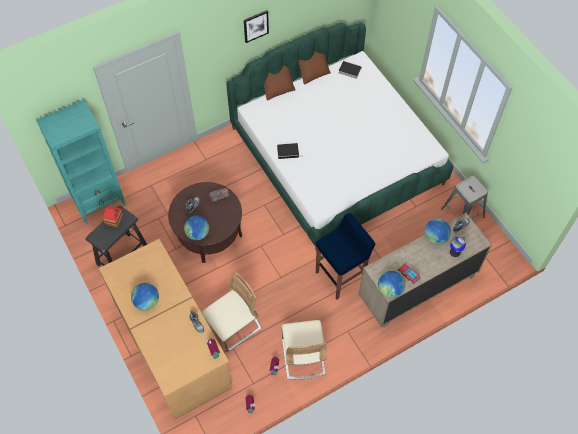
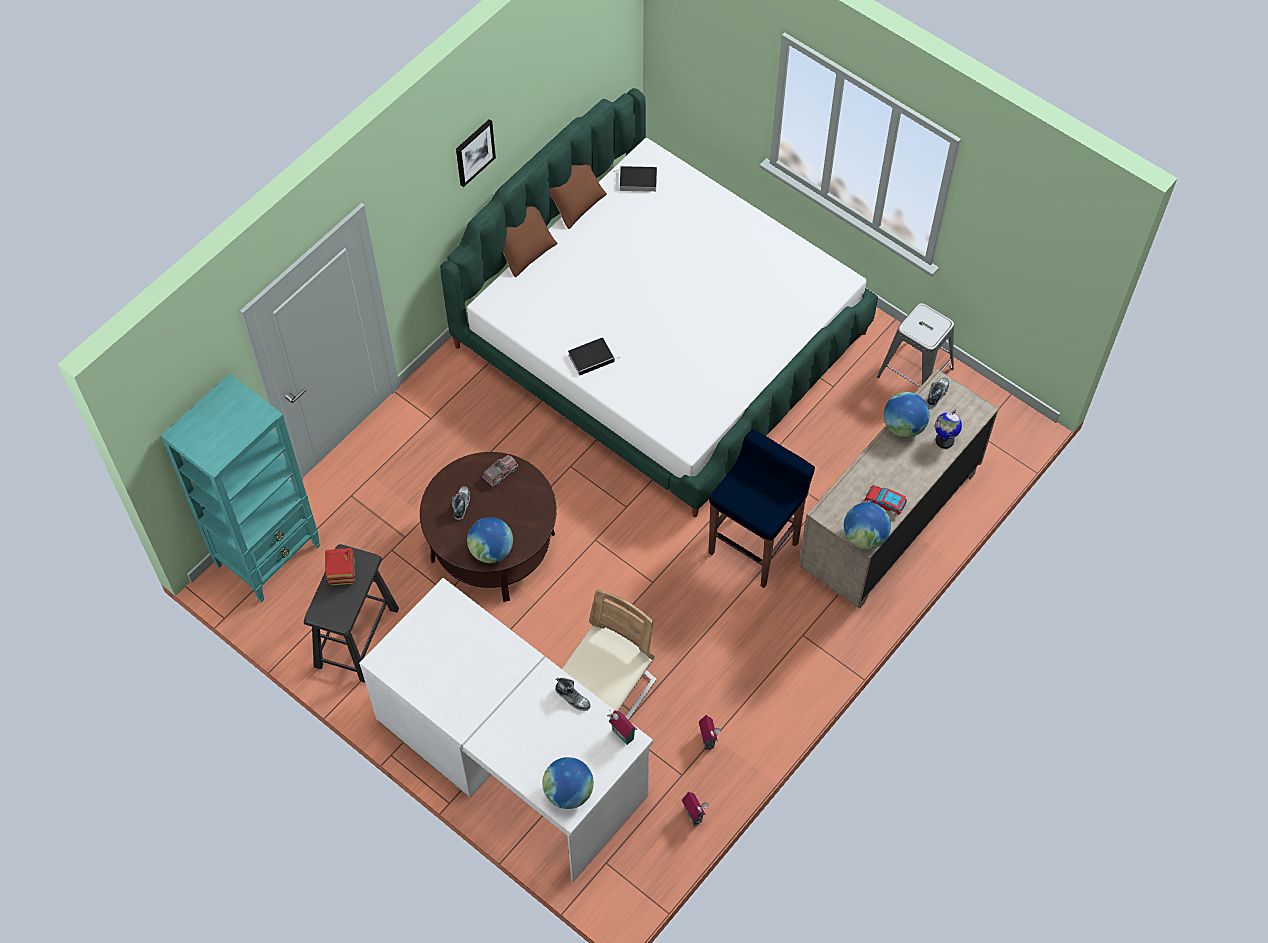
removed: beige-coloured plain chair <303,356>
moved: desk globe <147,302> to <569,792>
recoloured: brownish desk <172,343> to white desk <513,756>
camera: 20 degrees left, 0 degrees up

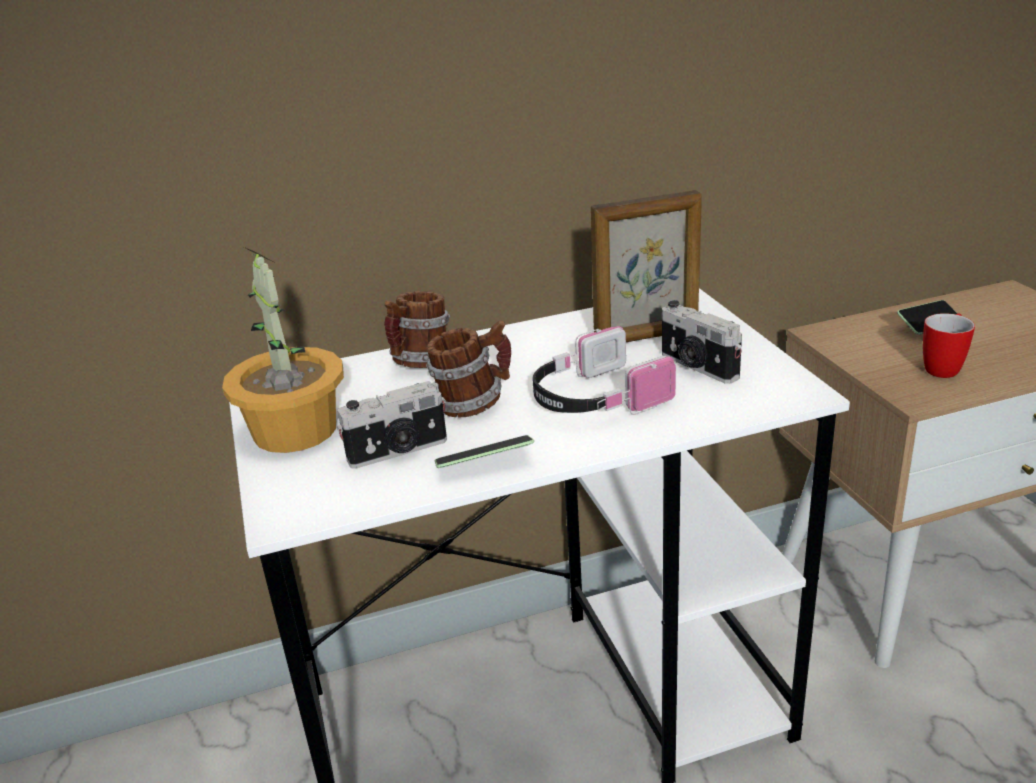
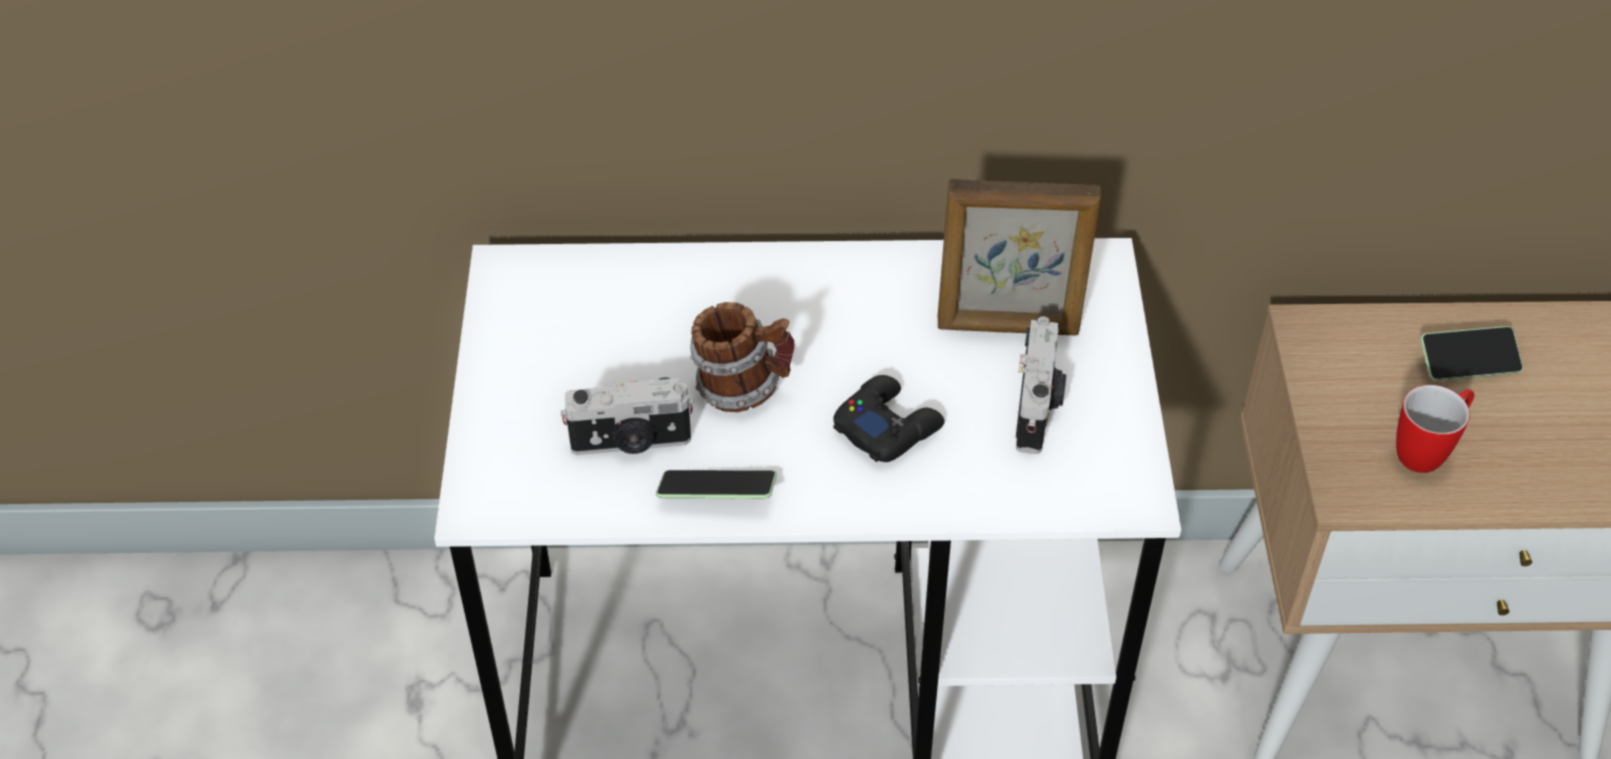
removed: houseplant <293,431>; tea mug <420,363>
replaced: headphones <595,399> to black-coloured gamepad <887,426>
turned: photo camera <697,367> = <1037,408> 150 degrees counterclockwise
camera: 15 degrees right, 20 degrees up

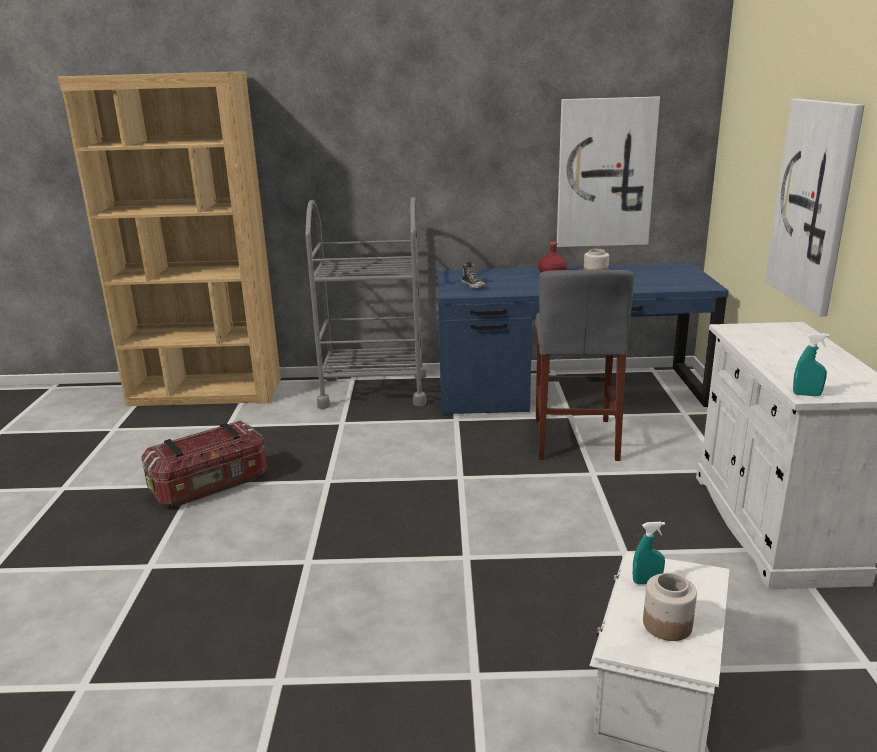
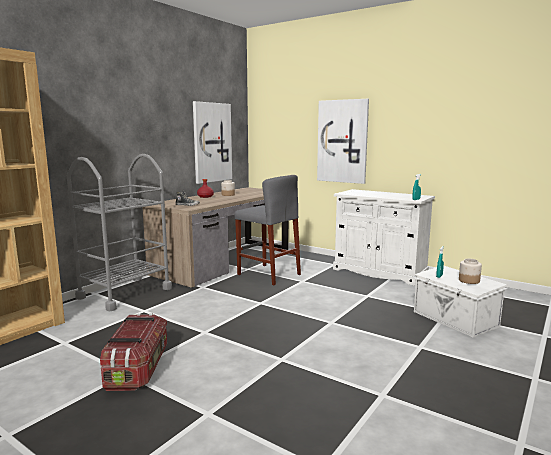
recoloured: blue desk <568,391> to brownish desk <224,262>
camera: 55 degrees left, 10 degrees down

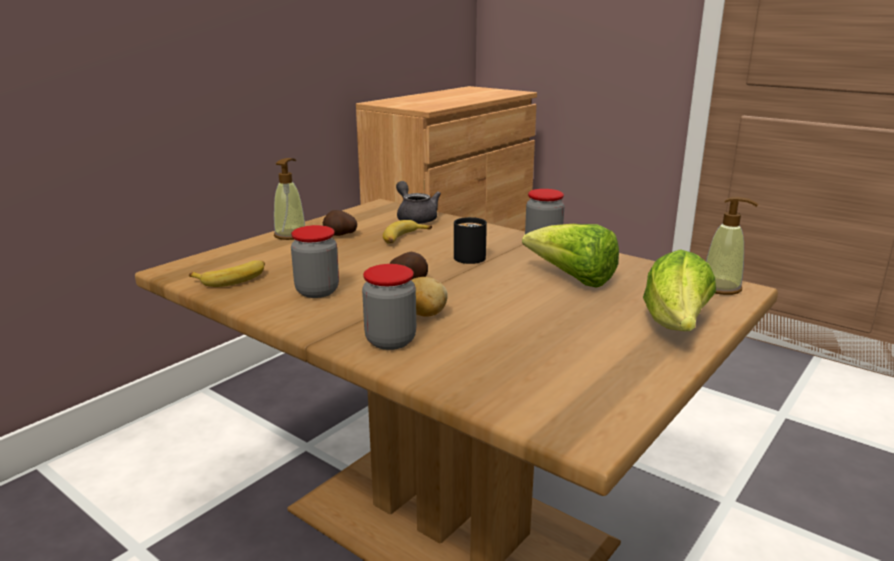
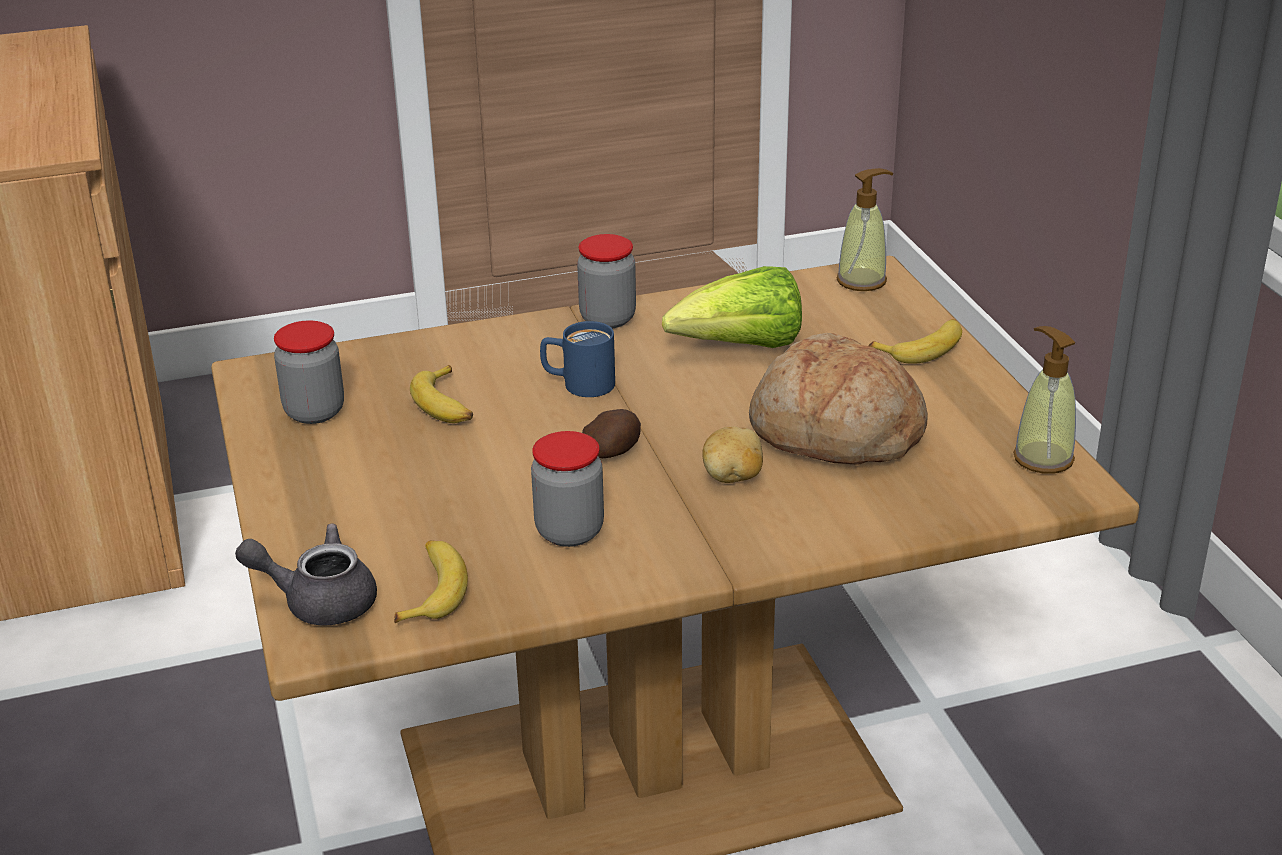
removed: spud <340,235>
added: baked bread <835,432>
moved: liquid soap bottle <290,235> to <1042,458>; gray teapot <415,218> to <318,600>; storage jar <390,341> to <314,412>
replaced: head of lettuce <676,327> to banana <922,348>
recoloured: black-coloured tea mug <465,256> to blue tea mug <578,384>
camera: 55 degrees left, 10 degrees up

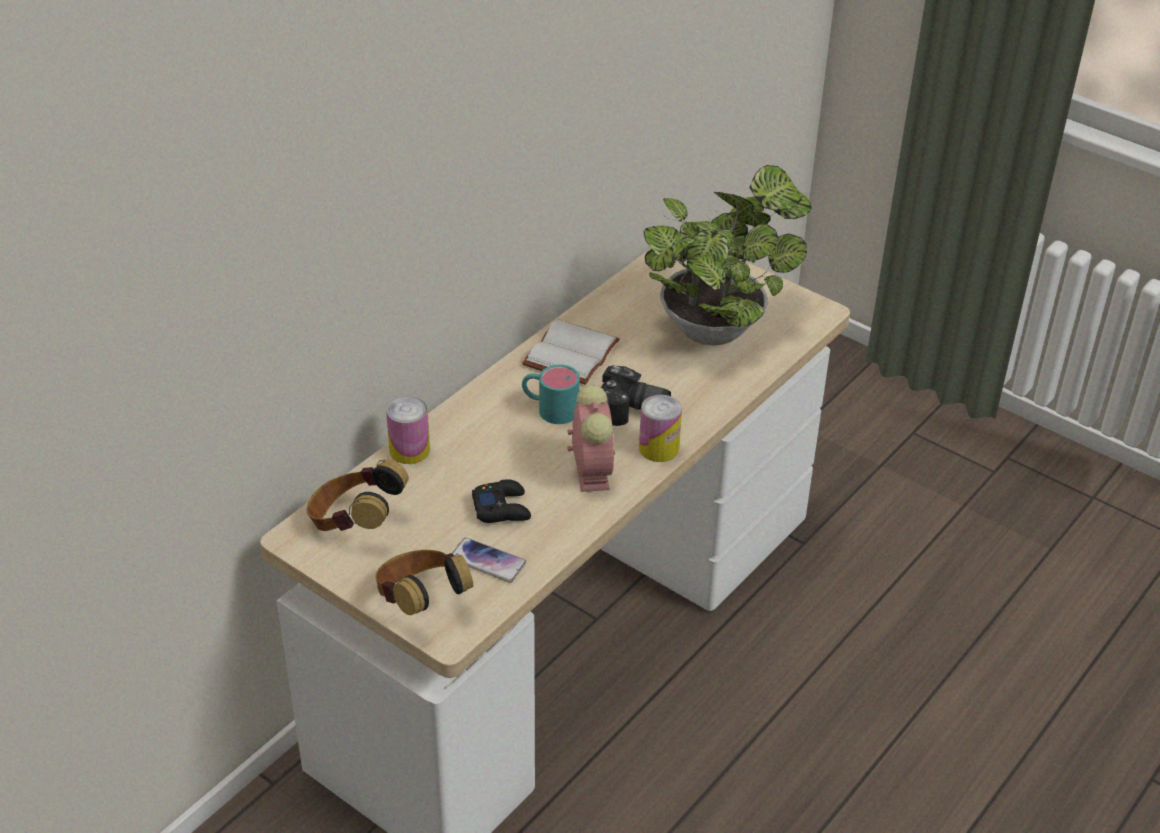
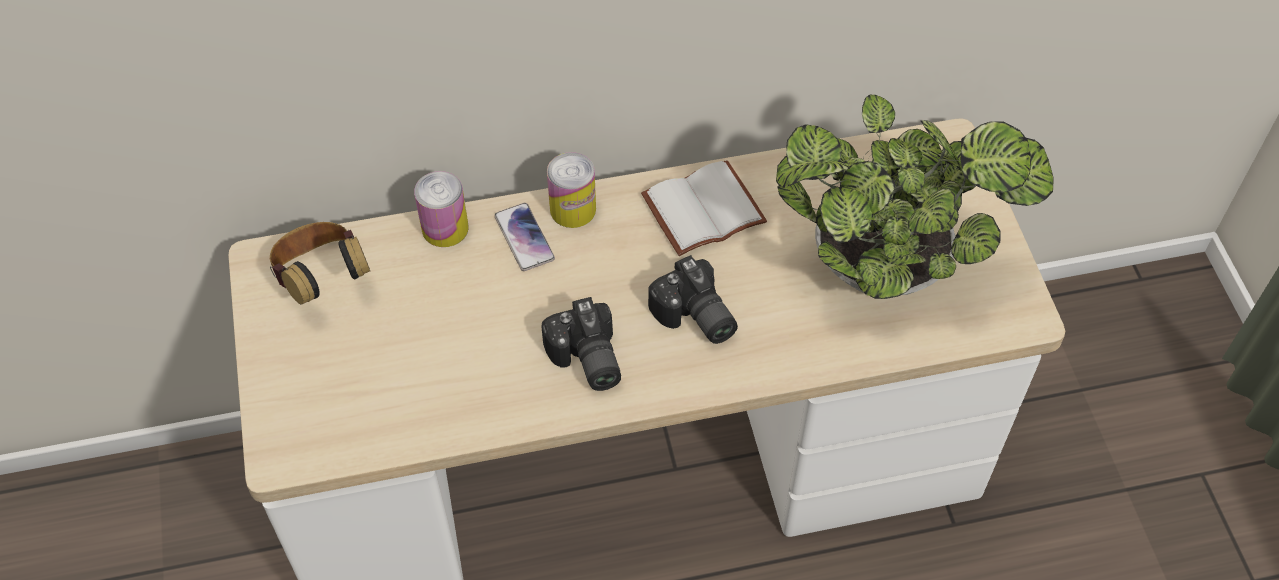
removed: blue-green tea mug <549,408>; black-coloured gamepad <502,508>; headphones <421,602>
moved: can <658,448> to <573,209>; telephone <487,561> to <524,237>
replaced: table clock <590,470> to photo camera <585,360>
camera: 40 degrees right, 15 degrees up

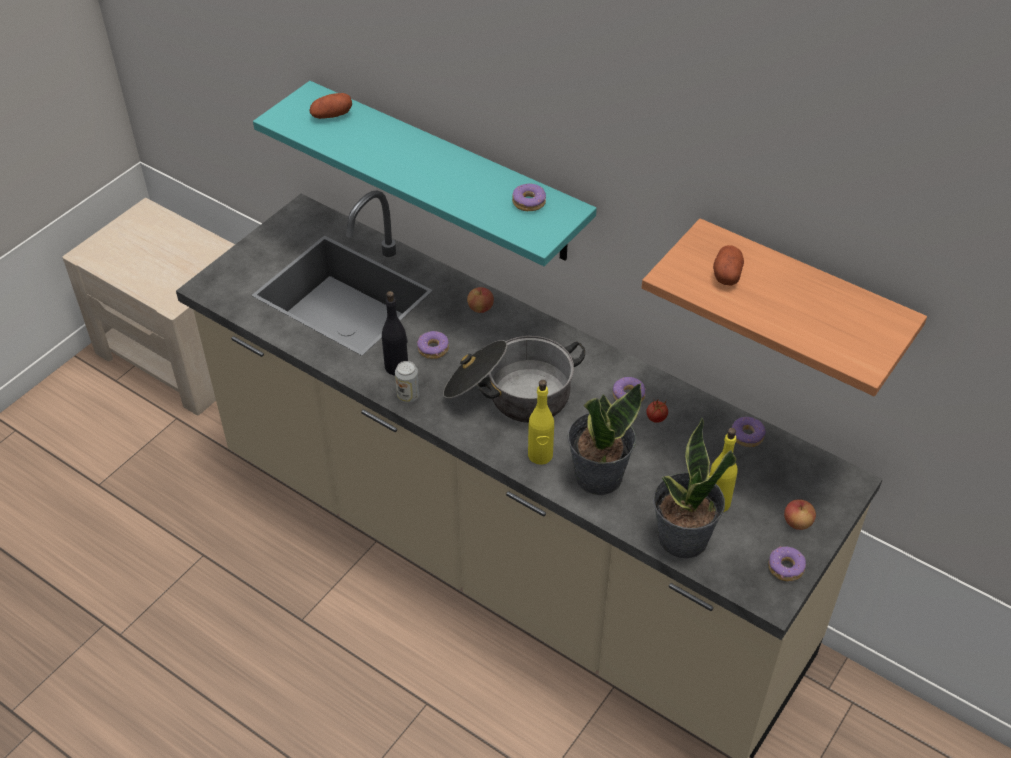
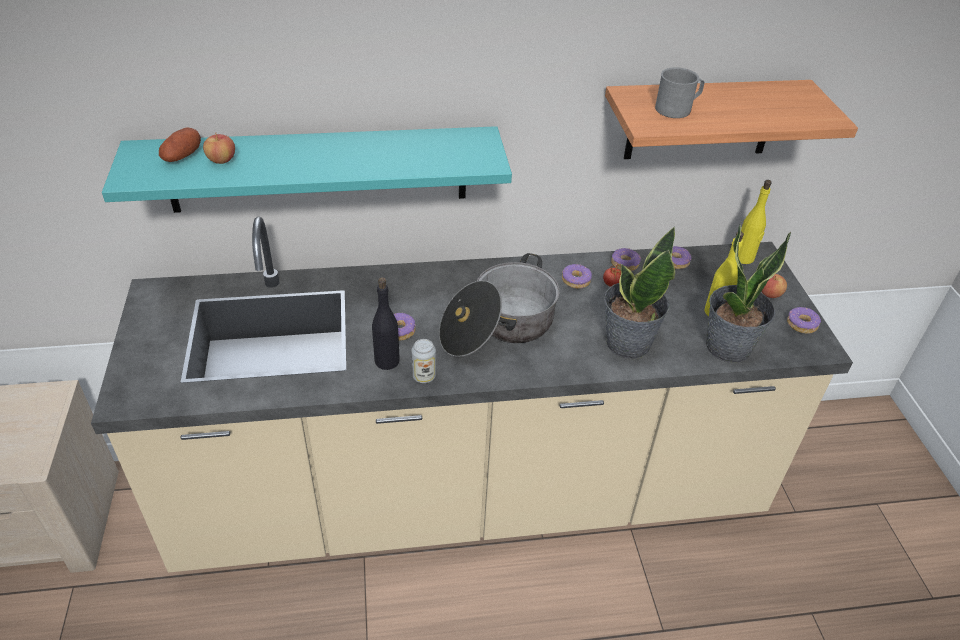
moved: donut <529,202> to <624,264>; whole apple <480,308> to <221,160>; yellow beverage bottle <540,455> to <743,258>
replaced: spud <726,274> to gray tea mug <677,108>
camera: 45 degrees left, 5 degrees down

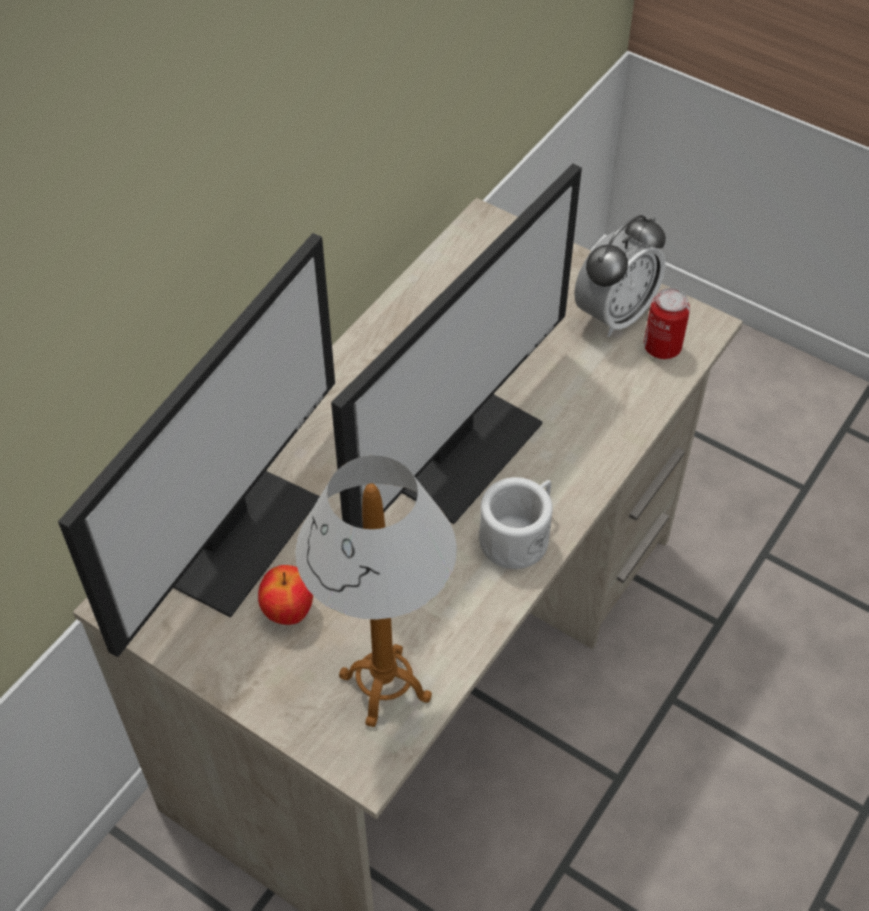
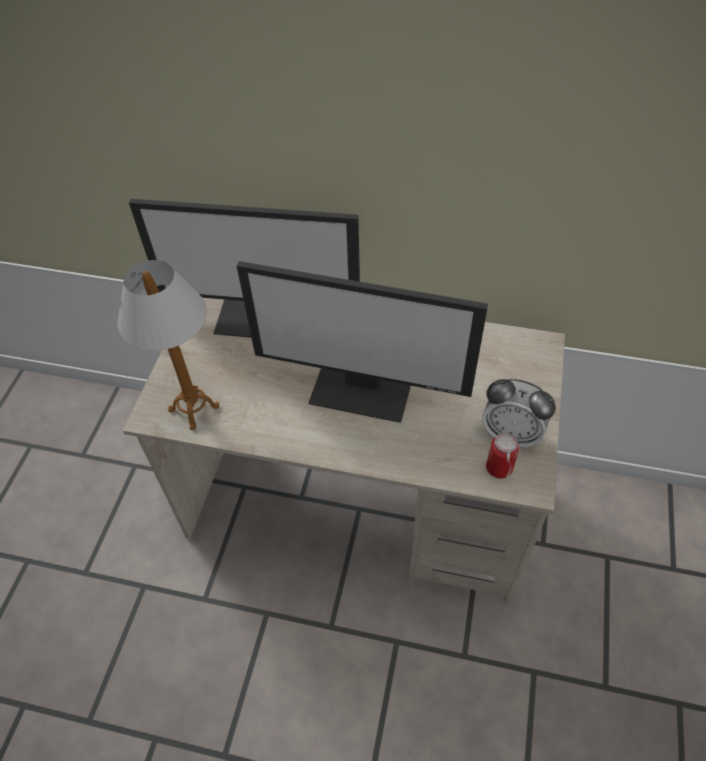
removed: white tea mug <519,536>; whole apple <288,612>
camera: 70 degrees right, 0 degrees up

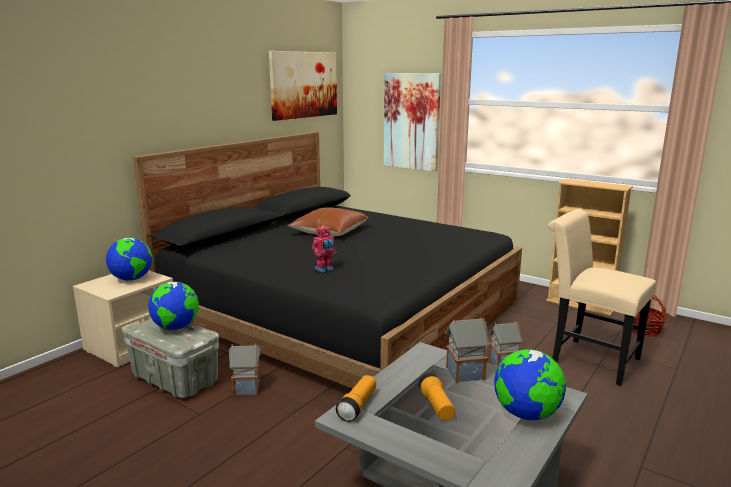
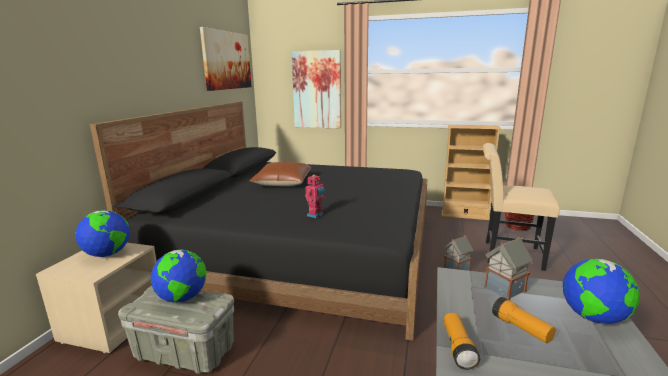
removed: miniature house <247,388>
camera: 20 degrees left, 0 degrees up

